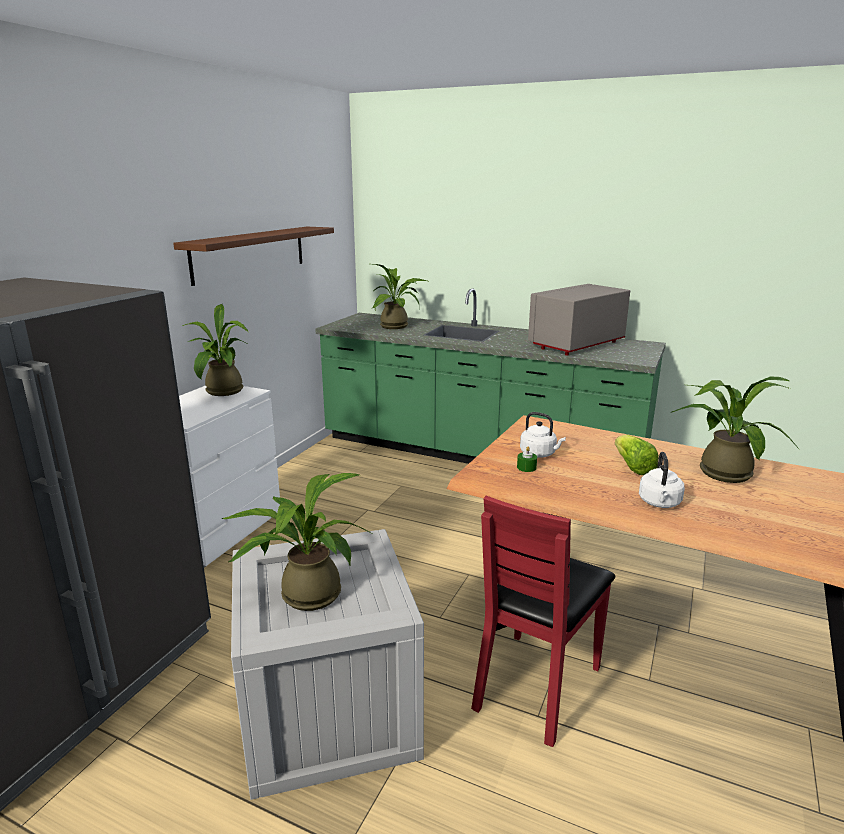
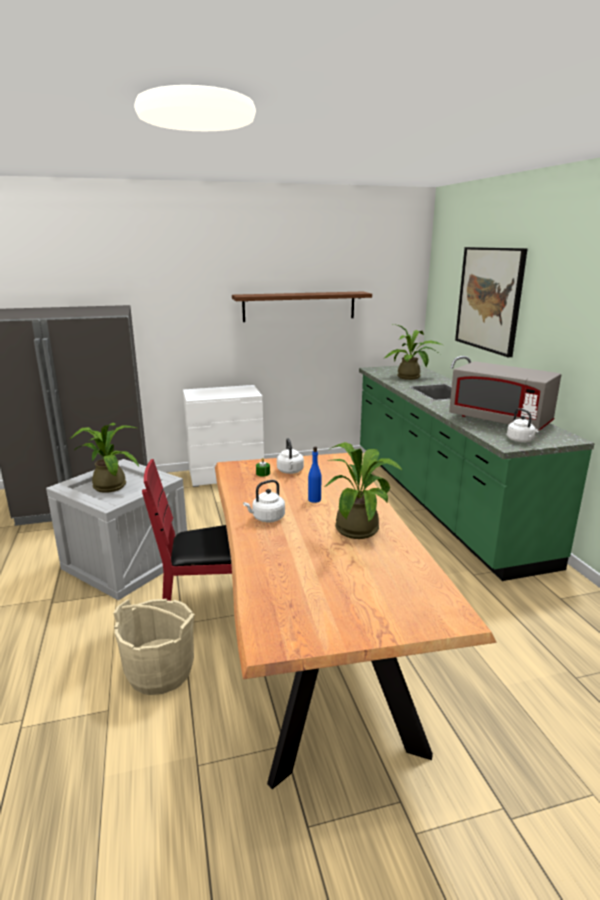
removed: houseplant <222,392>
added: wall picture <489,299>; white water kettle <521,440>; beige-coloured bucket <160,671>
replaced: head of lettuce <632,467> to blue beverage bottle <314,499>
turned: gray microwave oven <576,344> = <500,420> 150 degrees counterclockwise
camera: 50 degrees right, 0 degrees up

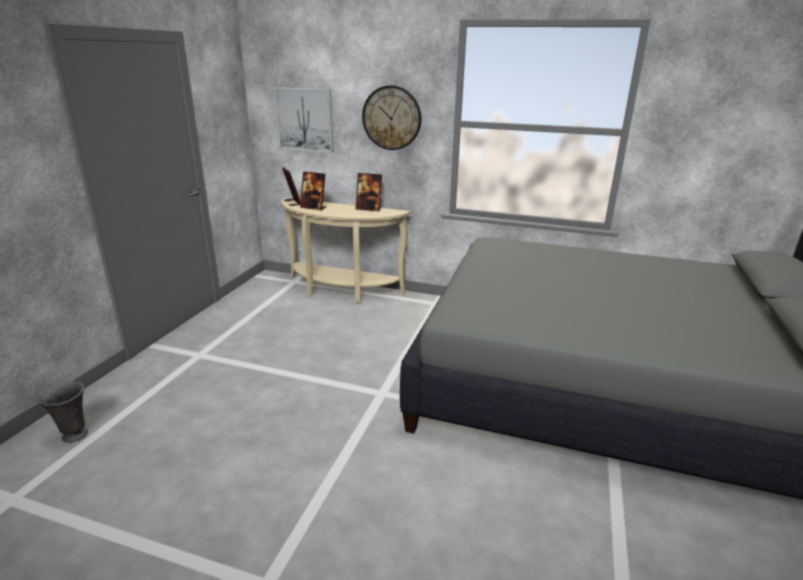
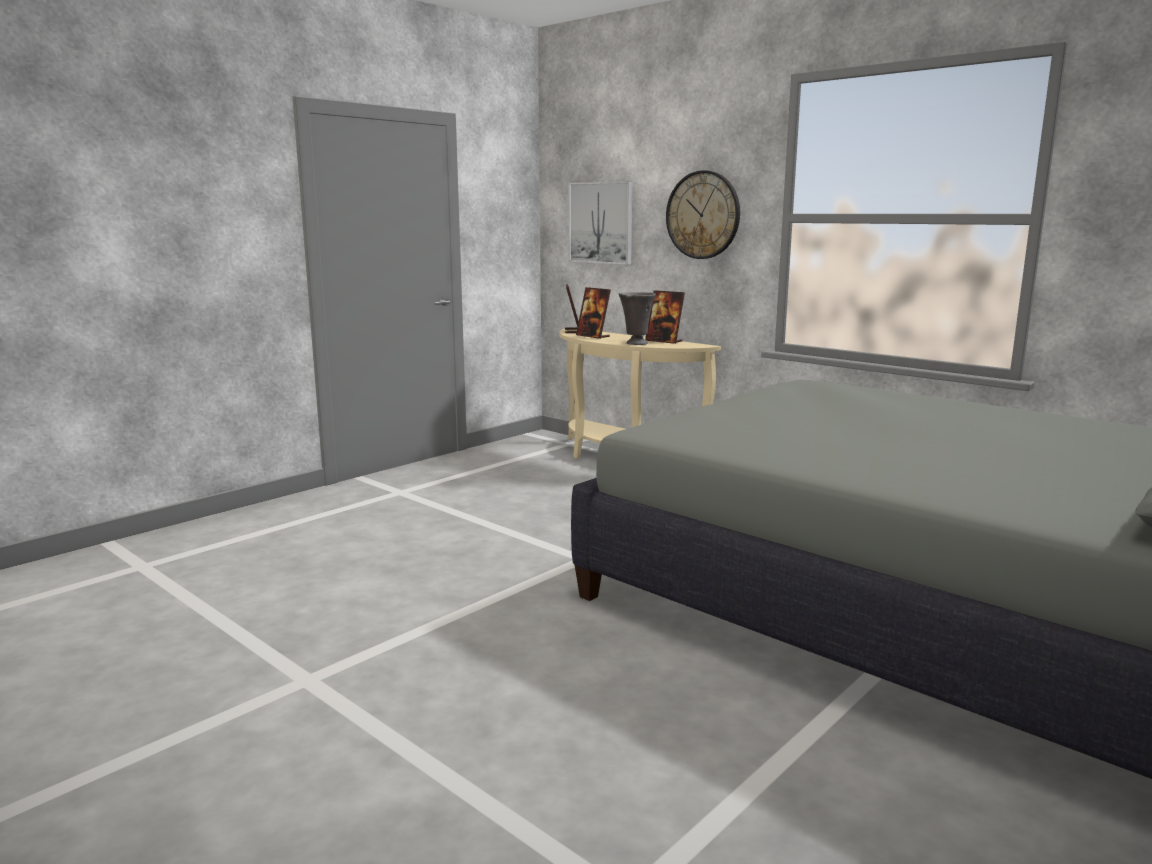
moved: gray flower vase <74,435> to <636,344>
camera: 25 degrees right, 10 degrees down

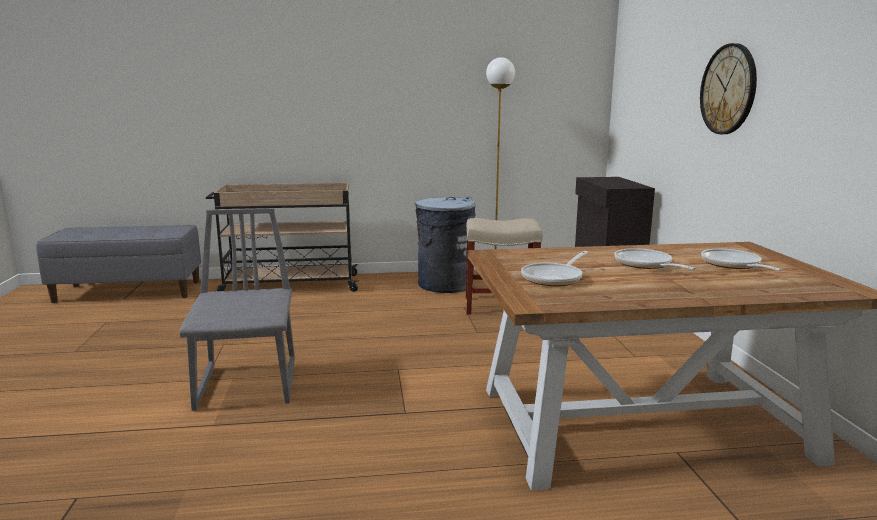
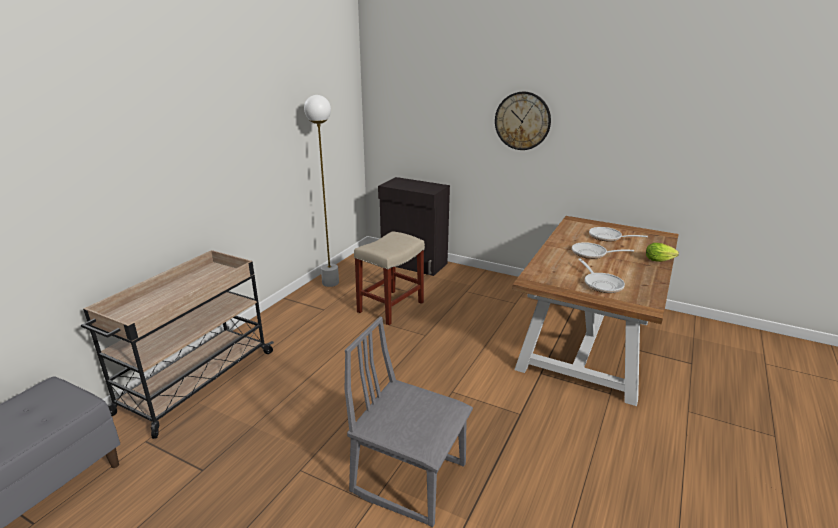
removed: gray waste bin <445,284>
added: head of lettuce <660,260>
camera: 55 degrees left, 10 degrees up

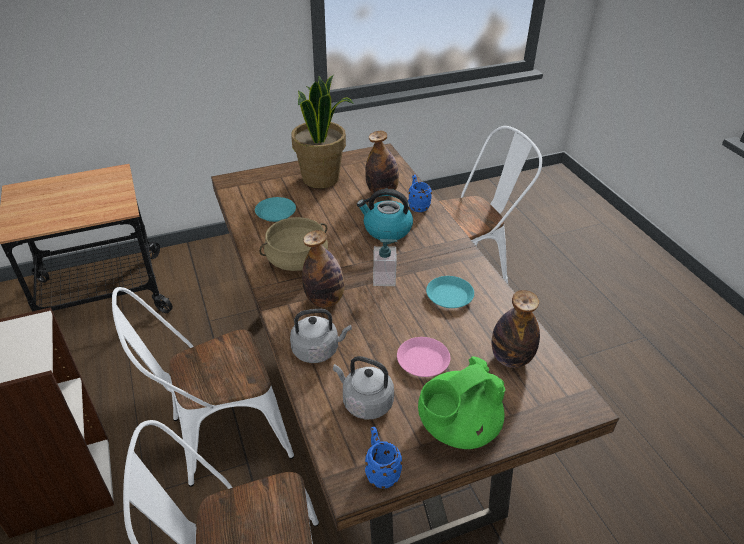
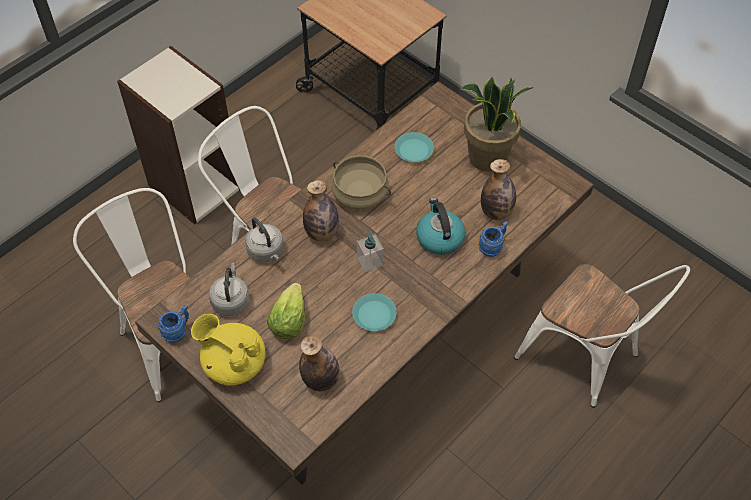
replaced: pink-coloured dinner plate <423,361> to head of lettuce <289,321>
recoloured: green-coloured teapot <456,427> to yellow teapot <233,363>
camera: 65 degrees right, 15 degrees up

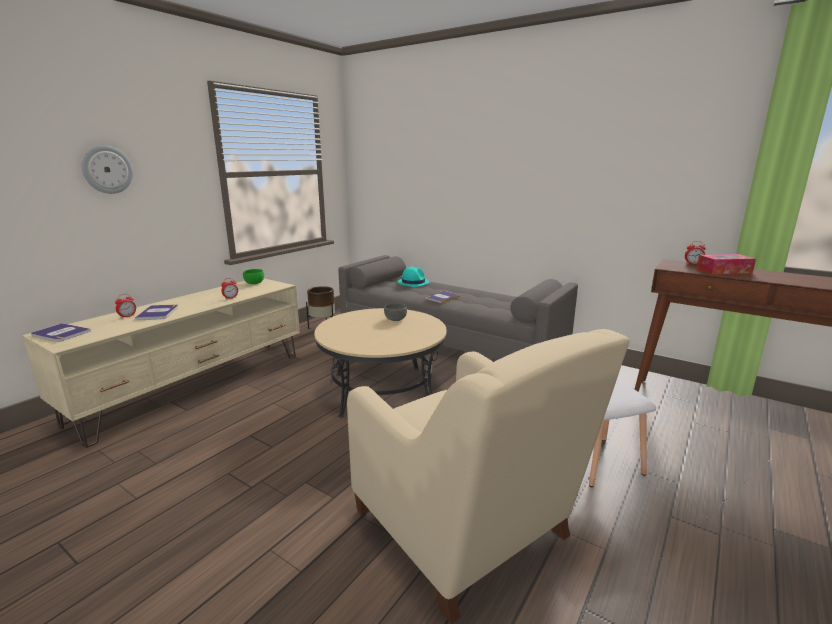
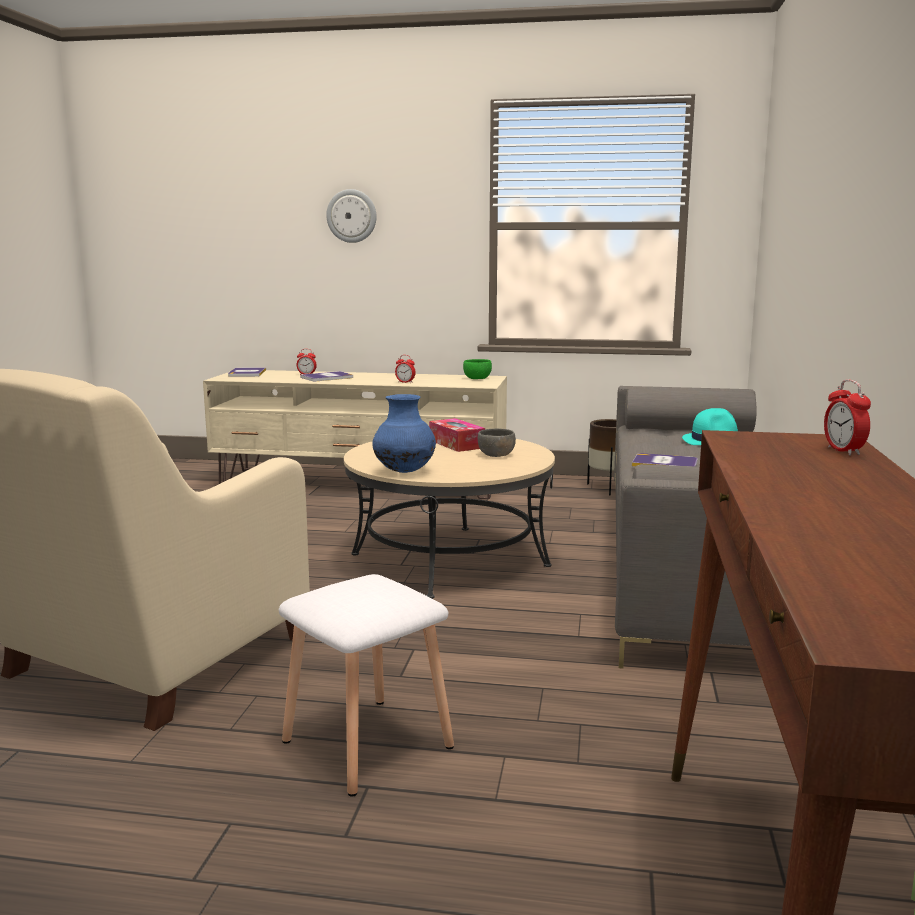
added: blue flower vase <404,471>
moved: tissue box <723,271> to <456,444>
camera: 65 degrees right, 5 degrees down

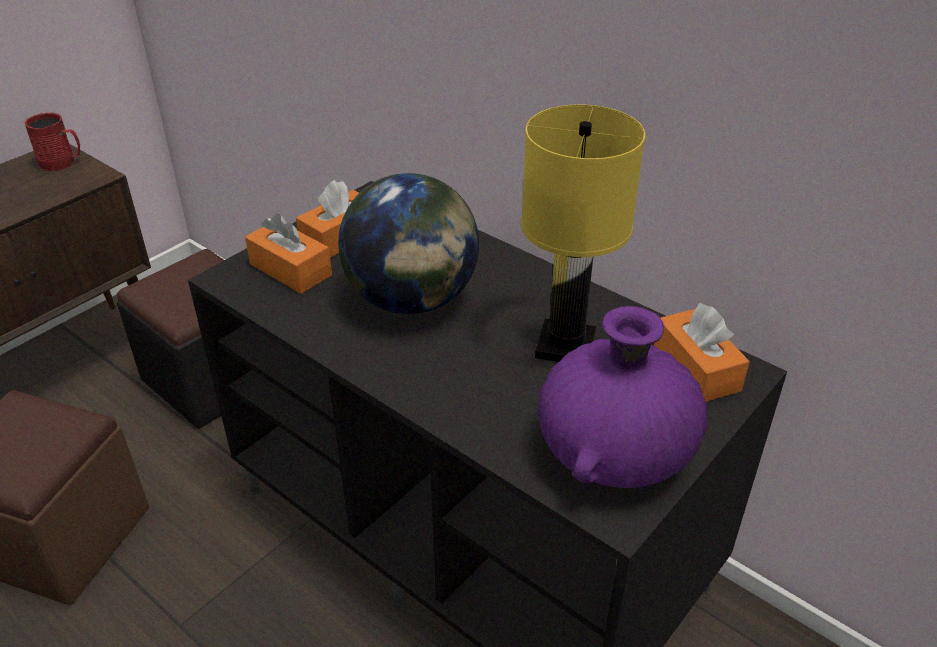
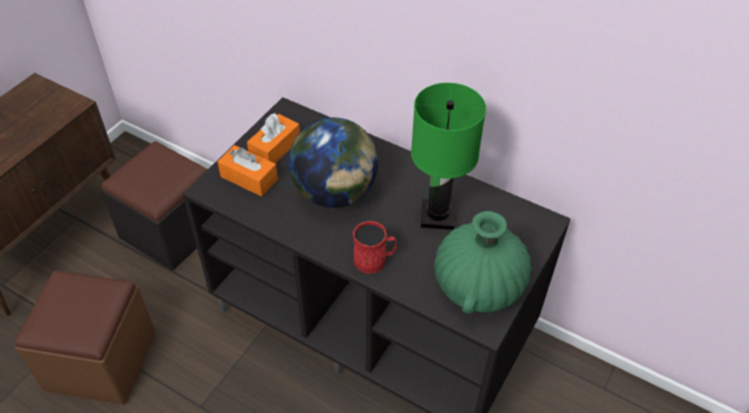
removed: orange-coloured tissue box <696,369>
moved: red-coloured tea mug <62,162> to <374,260>
recoloured: yellow table lamp <566,346> to green-coloured table lamp <438,216>; purplish flower vase <614,452> to green-coloured flower vase <478,285>
camera: 10 degrees left, 10 degrees up

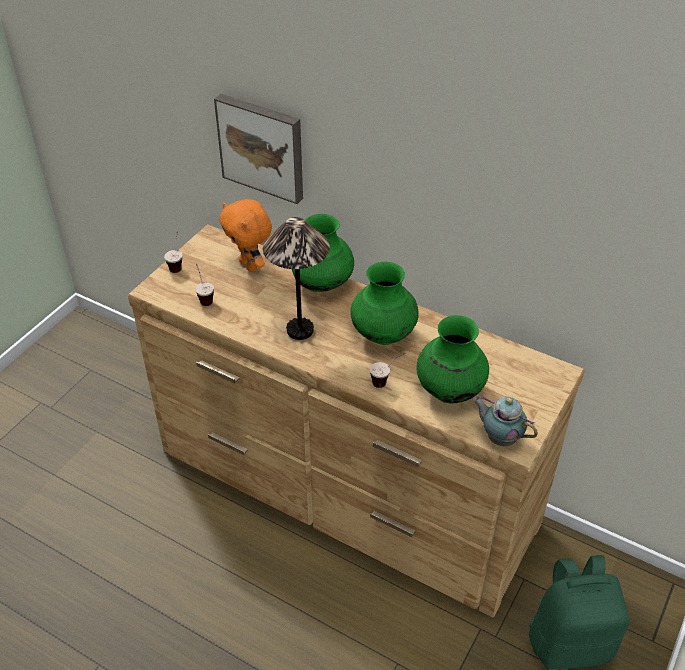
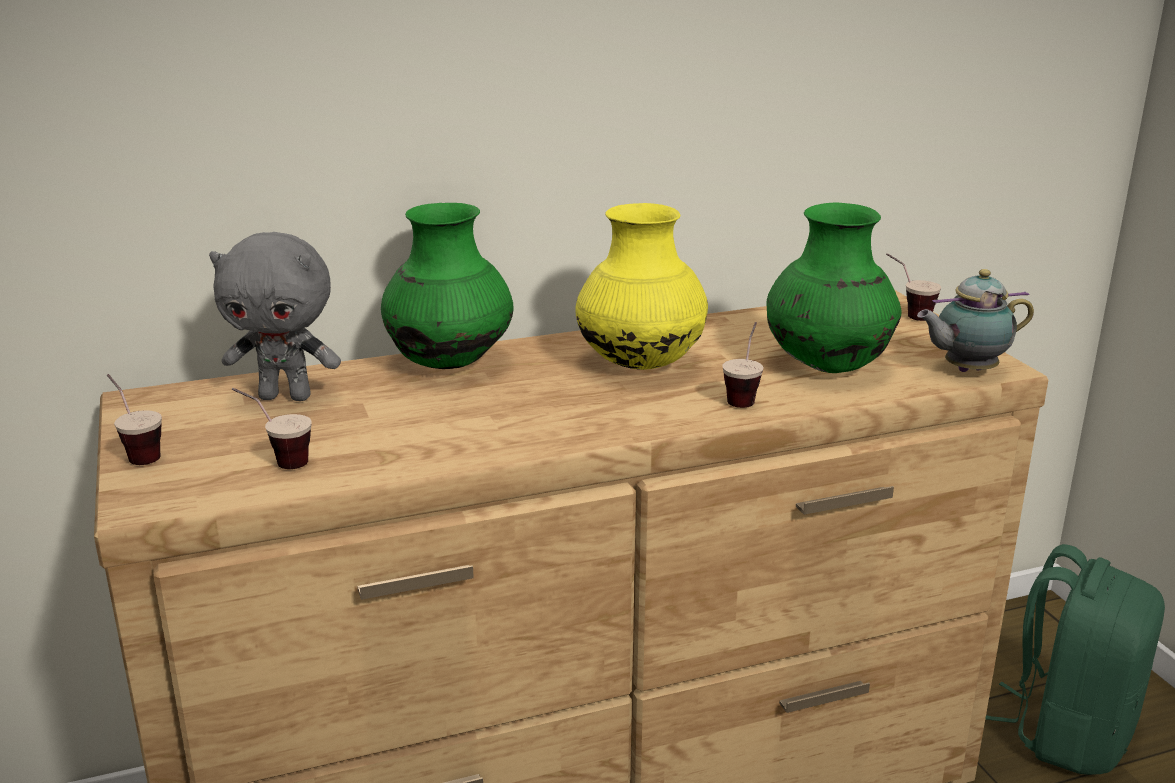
removed: wall picture <262,146>; table lamp <300,330>
added: drinking cup <907,314>
recoloured: orange-coloured cuddly toy <250,265> to gray cuddly toy <286,396>; green-coloured flower vase <383,335> to yellow flower vase <641,364>
camera: 50 degrees left, 20 degrees down

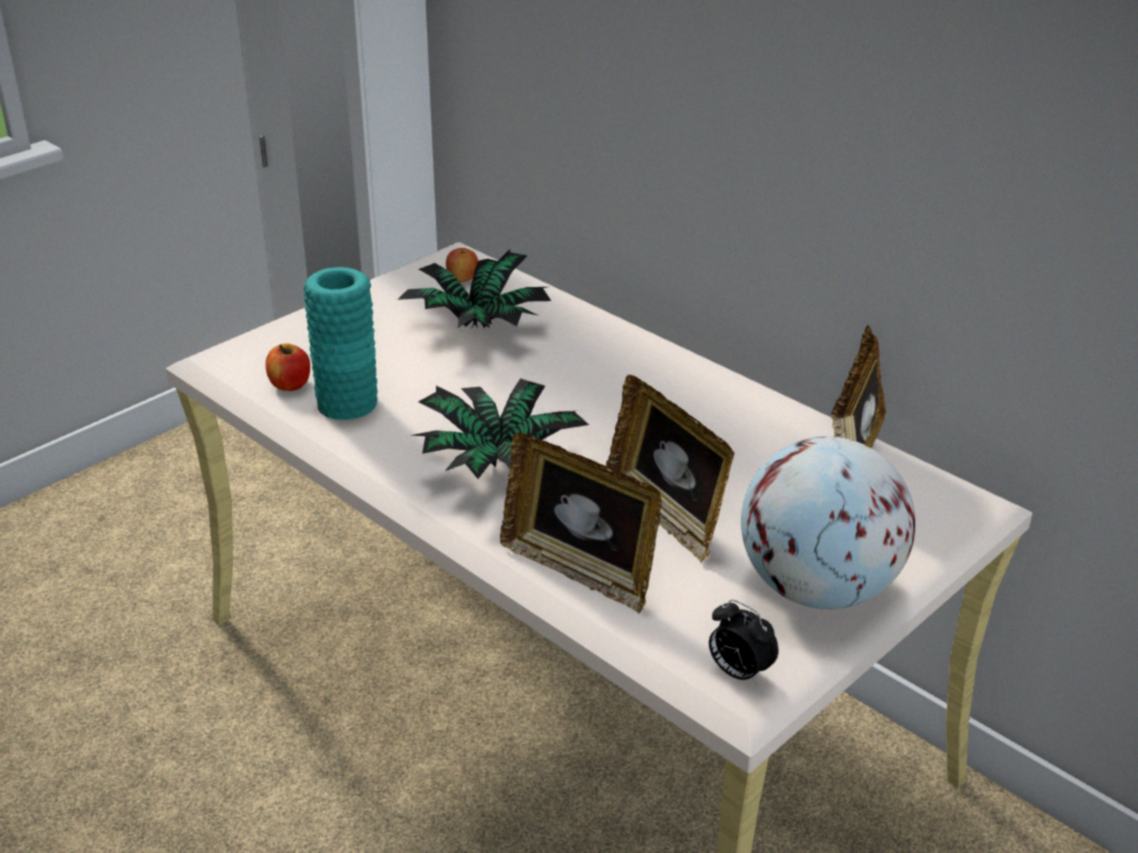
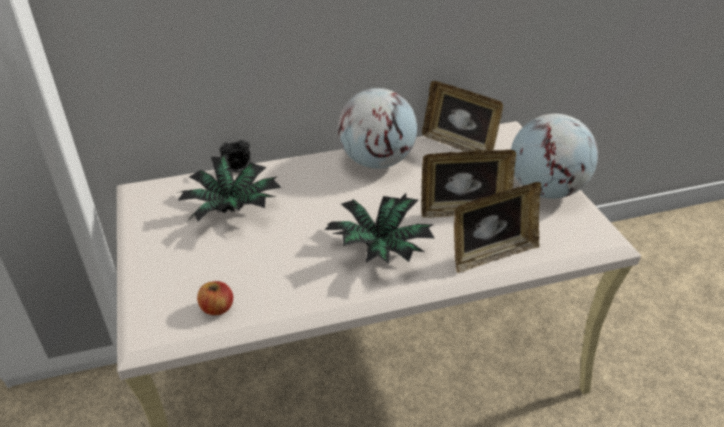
removed: whole apple <462,279>; blue-green flower vase <347,404>
added: desk globe <376,161>
moved: table clock <738,672> to <238,171>
camera: 60 degrees left, 5 degrees up

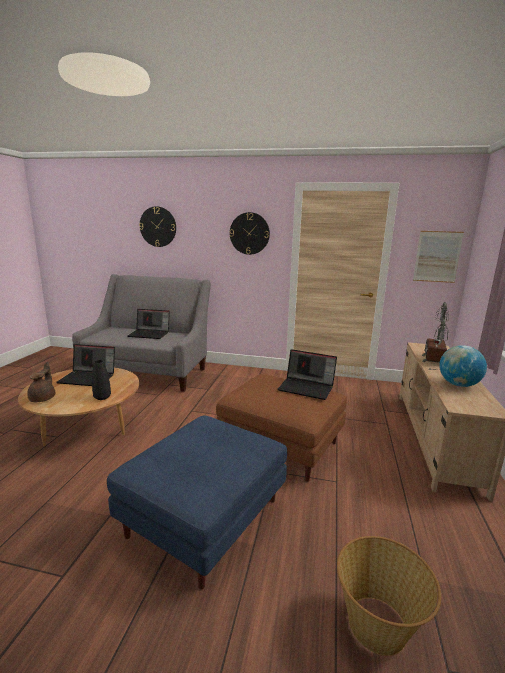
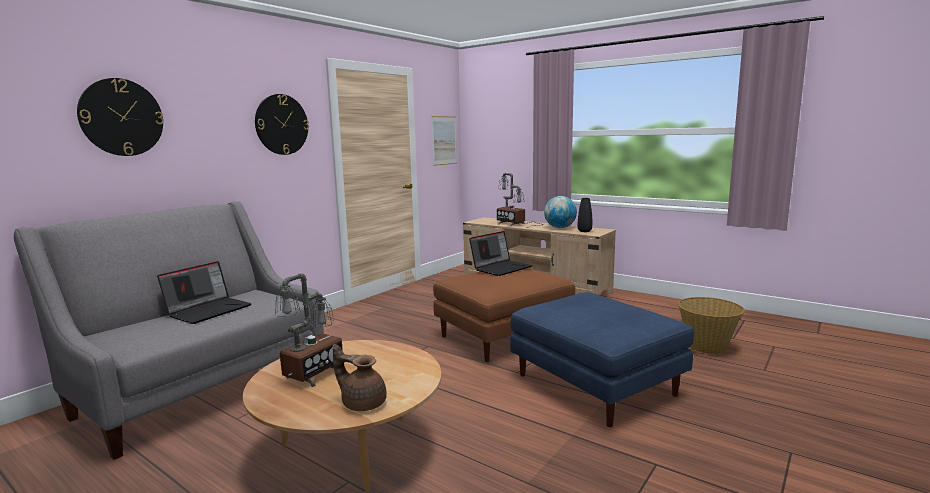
moved: black-coloured flower vase <102,397> to <584,231>
replaced: portable computer <89,378> to table lamp <316,370>
camera: 65 degrees left, 5 degrees down

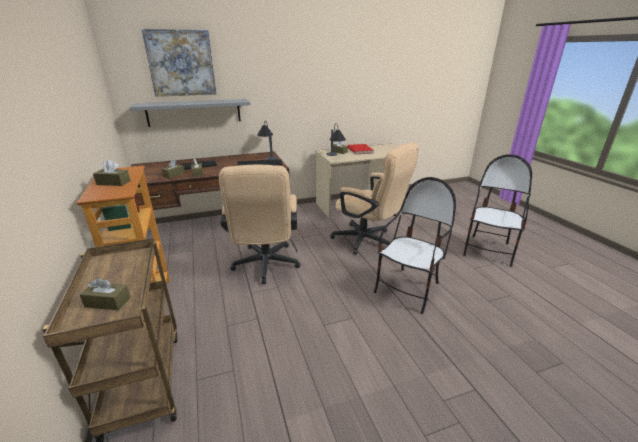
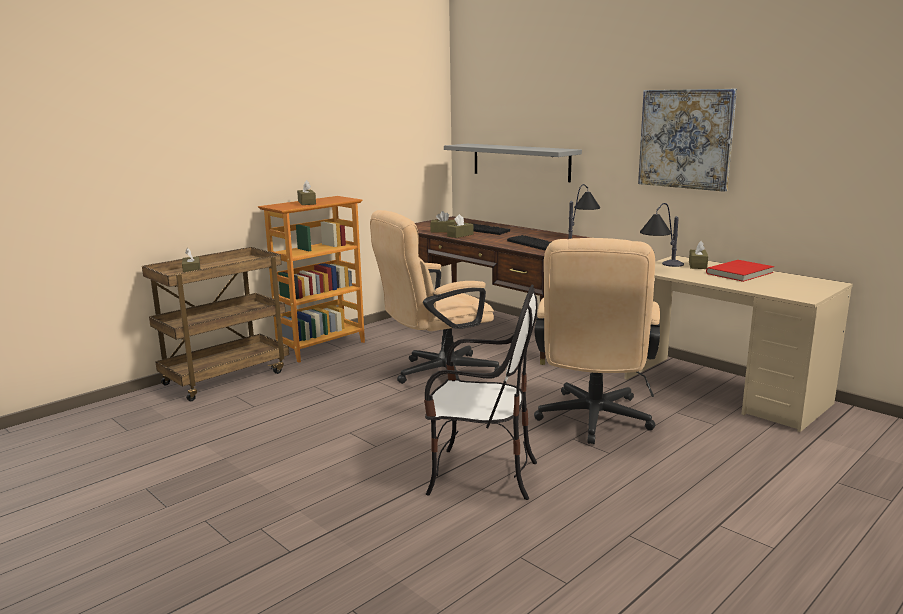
removed: plain chair <488,250>
moved: wall picture <181,63> to <685,139>
camera: 65 degrees right, 10 degrees down

